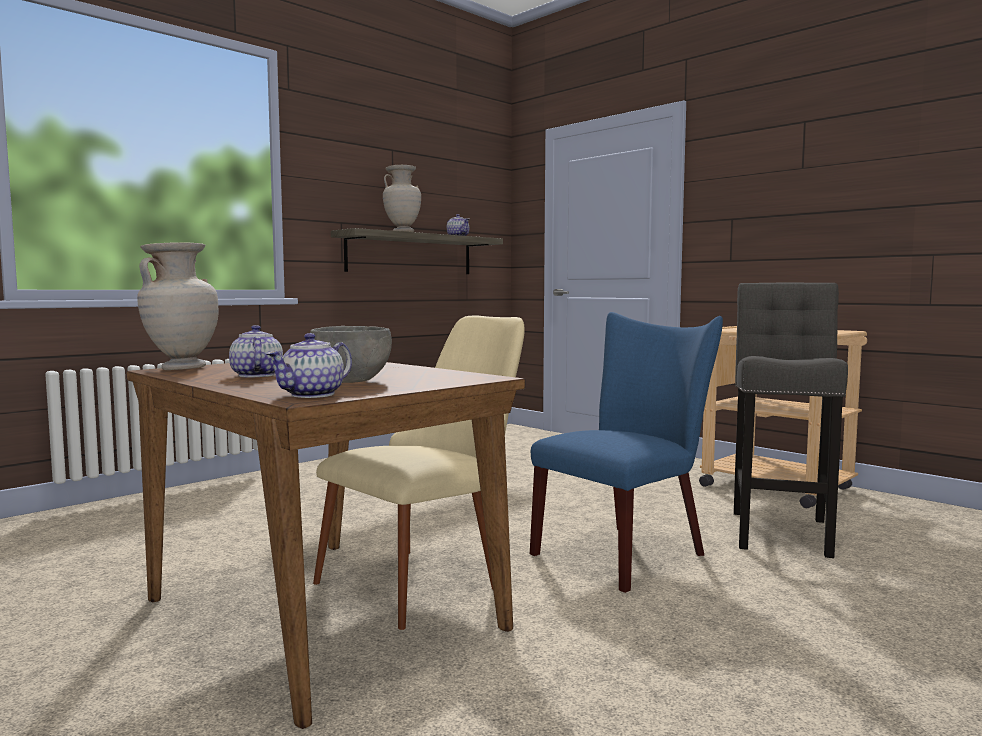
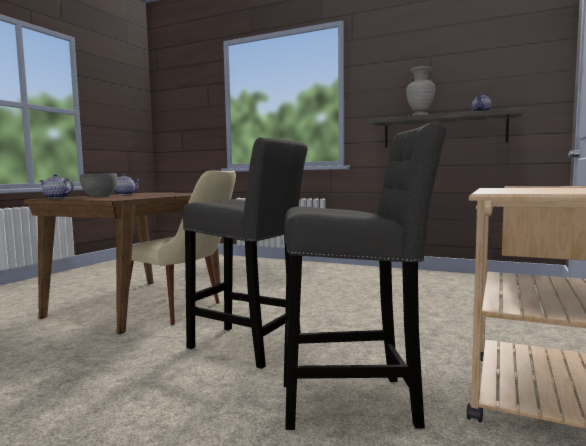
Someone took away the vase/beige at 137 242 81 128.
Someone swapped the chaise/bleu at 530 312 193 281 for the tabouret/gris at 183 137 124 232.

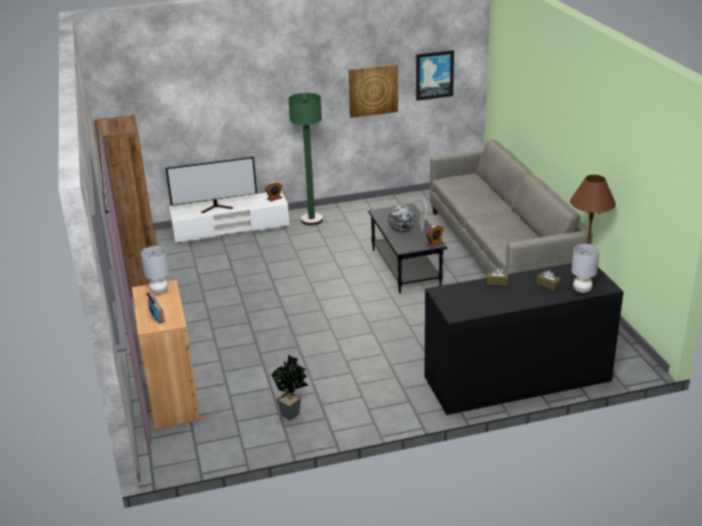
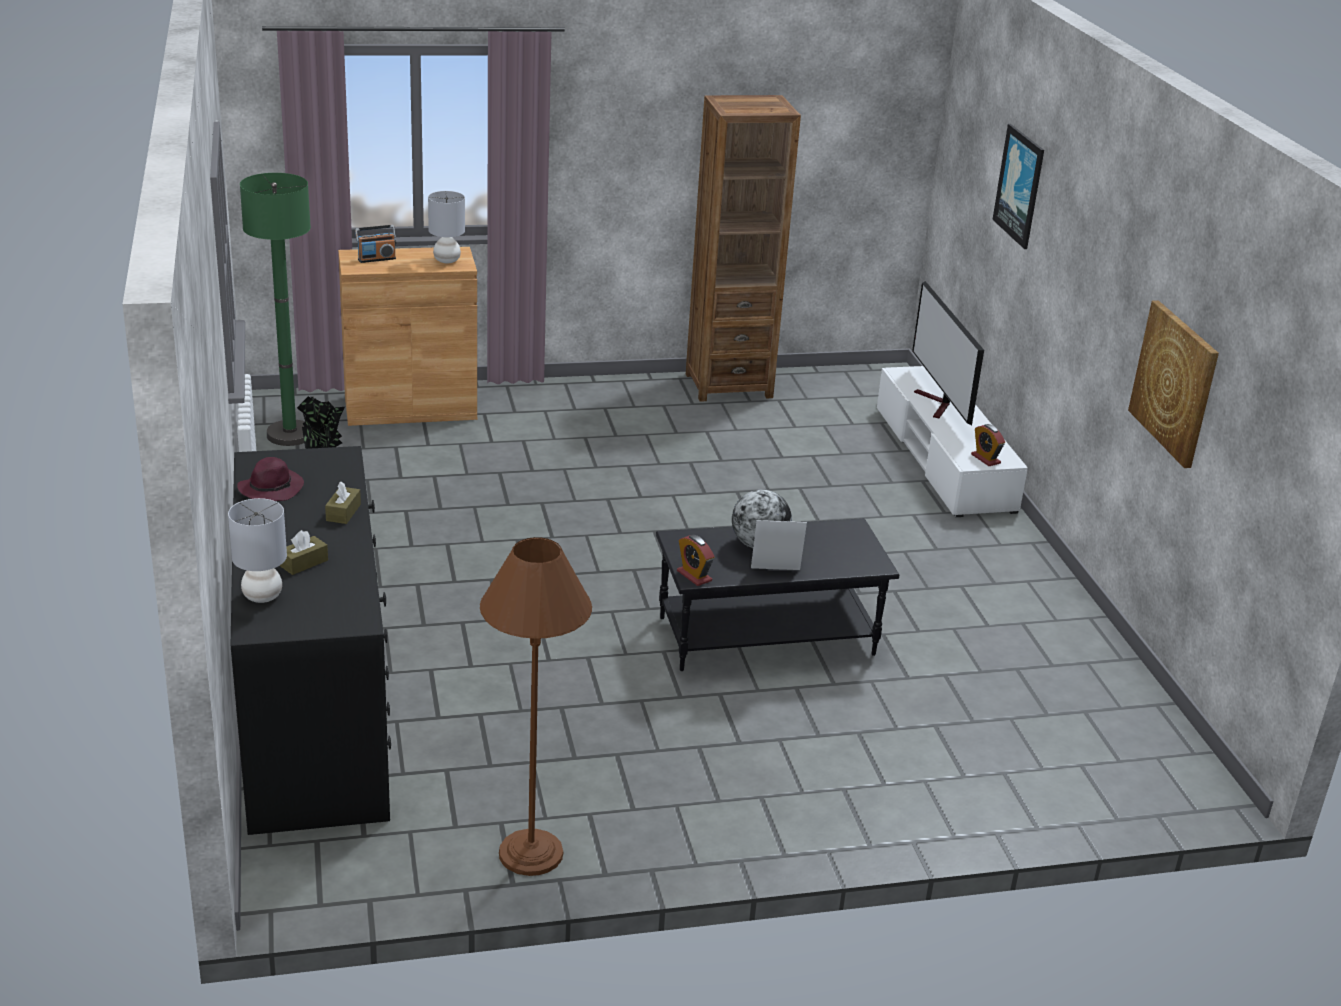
Someone carried the lampadaire/vert from 289 93 34 132 to 240 173 71 273.
Someone carried the tableau from 416 50 38 51 to 992 124 52 125.
Someone took away the canapé/gris at 430 139 163 135.
Someone put down the chapeau/violet at 237 457 67 44.

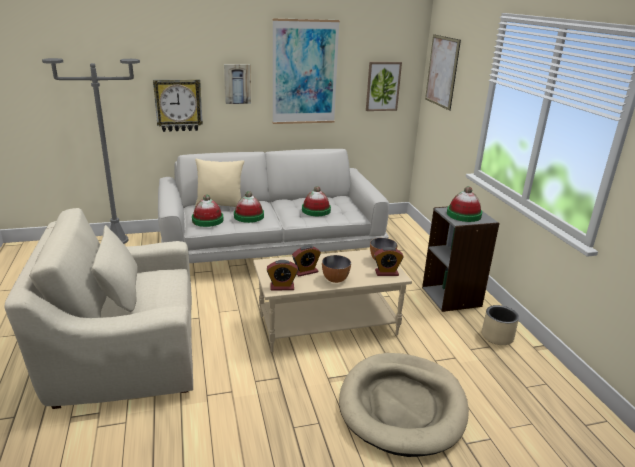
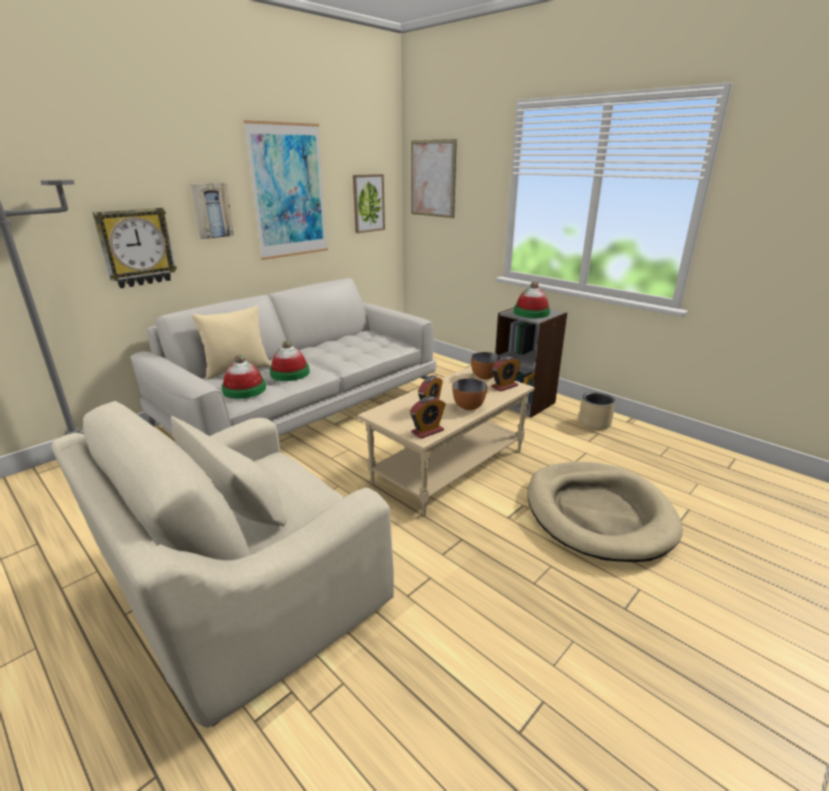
Someone took away the chapeau at 302 186 29 30.

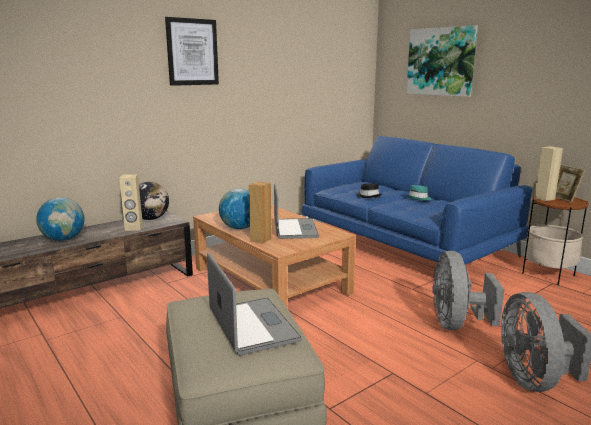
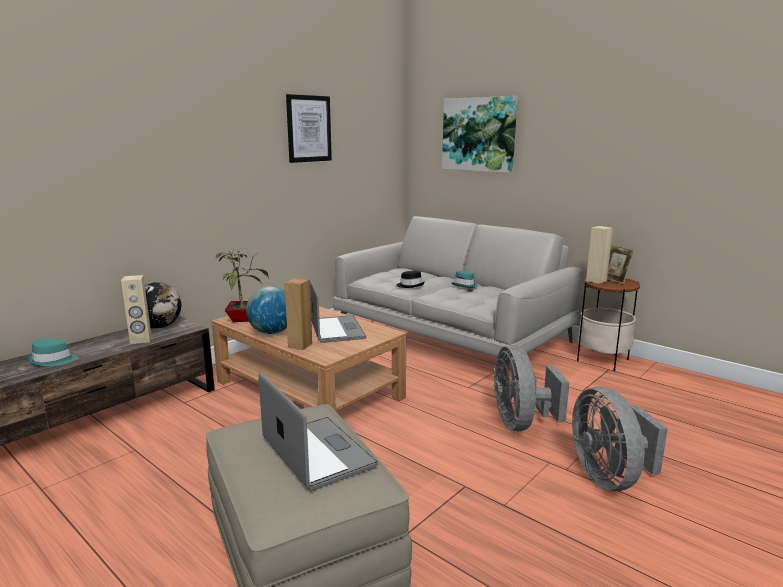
Someone swapped the globe at 36 197 49 44 for the chapeau/turquoise at 27 338 50 29.
Someone carried the tableau from 165 17 54 69 to 286 94 46 69.
Someone repainted the canapé/bleu at 302 136 231 149, which became the canapé/gris at 333 216 249 147.
Someone put down the plante en pot at 215 249 54 73.

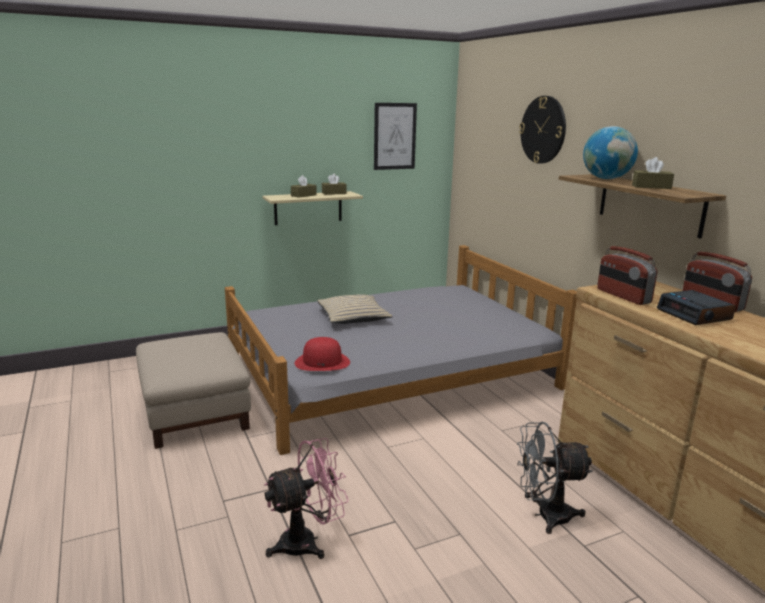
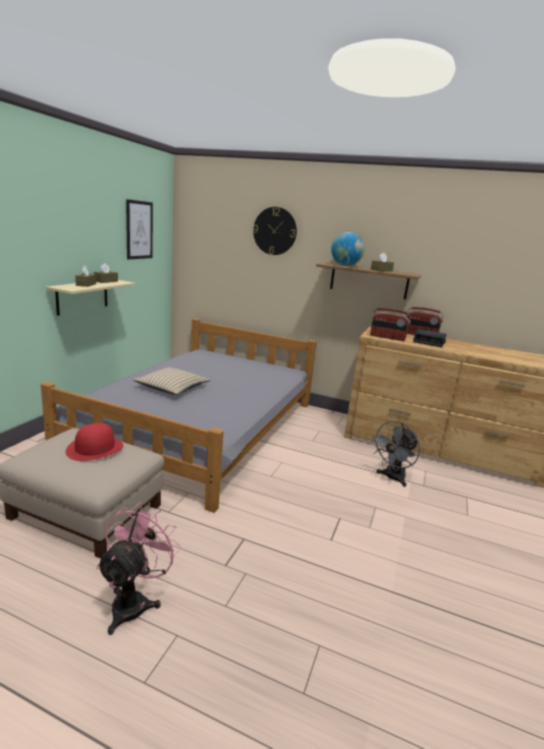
Someone carried the ventilateur/rose from 264 438 85 121 to 96 502 85 133.
Someone carried the chapeau/rouge from 295 337 55 34 to 66 423 57 38.

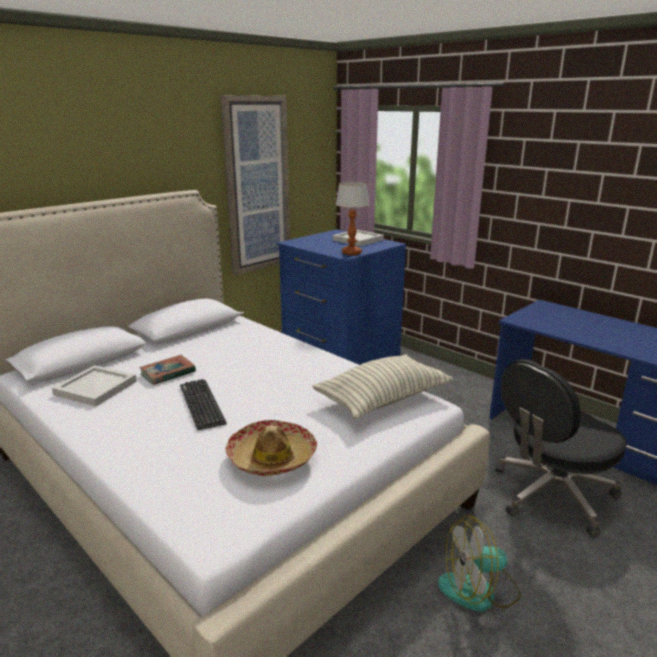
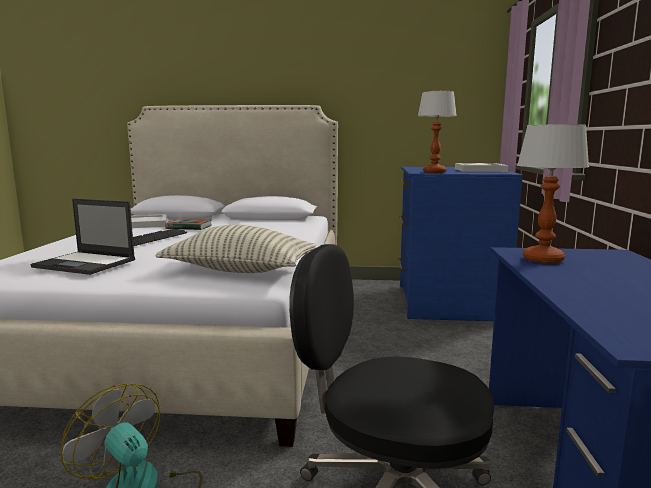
Someone took away the tableau at 220 95 70 180.
Someone swapped the chapeau at 226 420 91 56 for the ordinateur portable at 31 199 104 76.
Someone put down the lampe de table at 517 124 72 139.

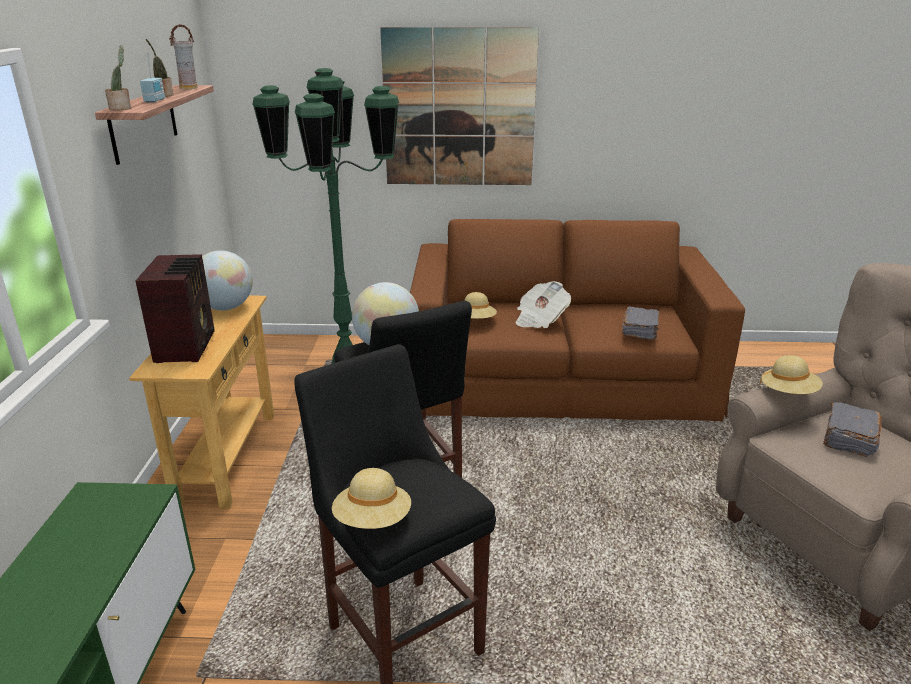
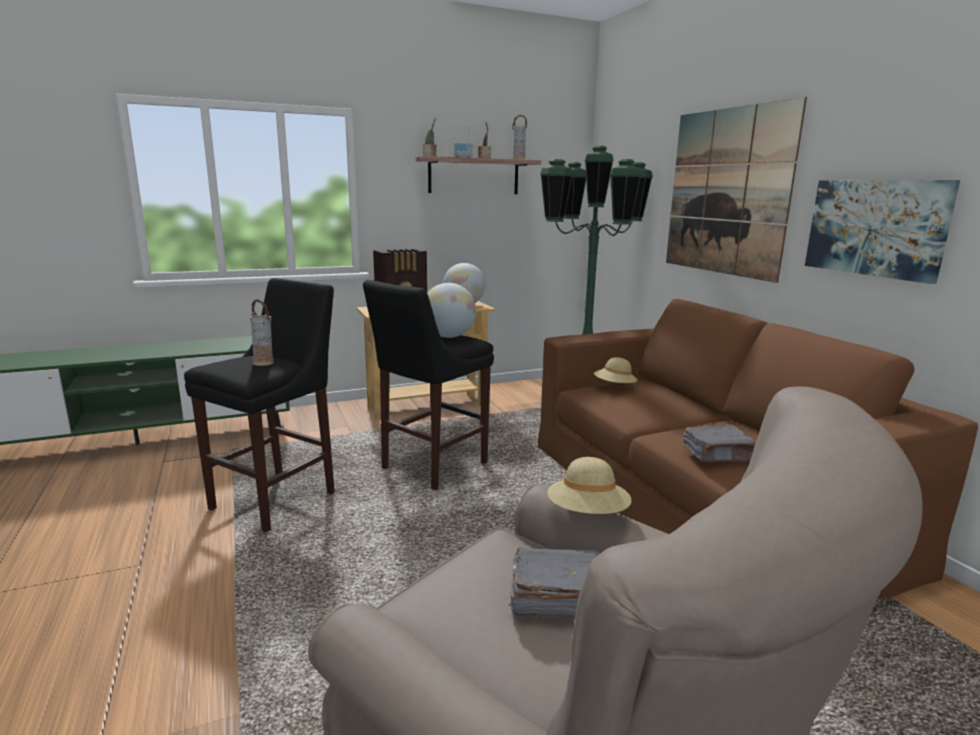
Someone took away the chapeau/beige at 332 468 79 61.
Someone took away the journal at 516 281 55 47.
Someone put down the vase at 250 299 24 67.
Someone put up the tableau at 805 180 155 104.

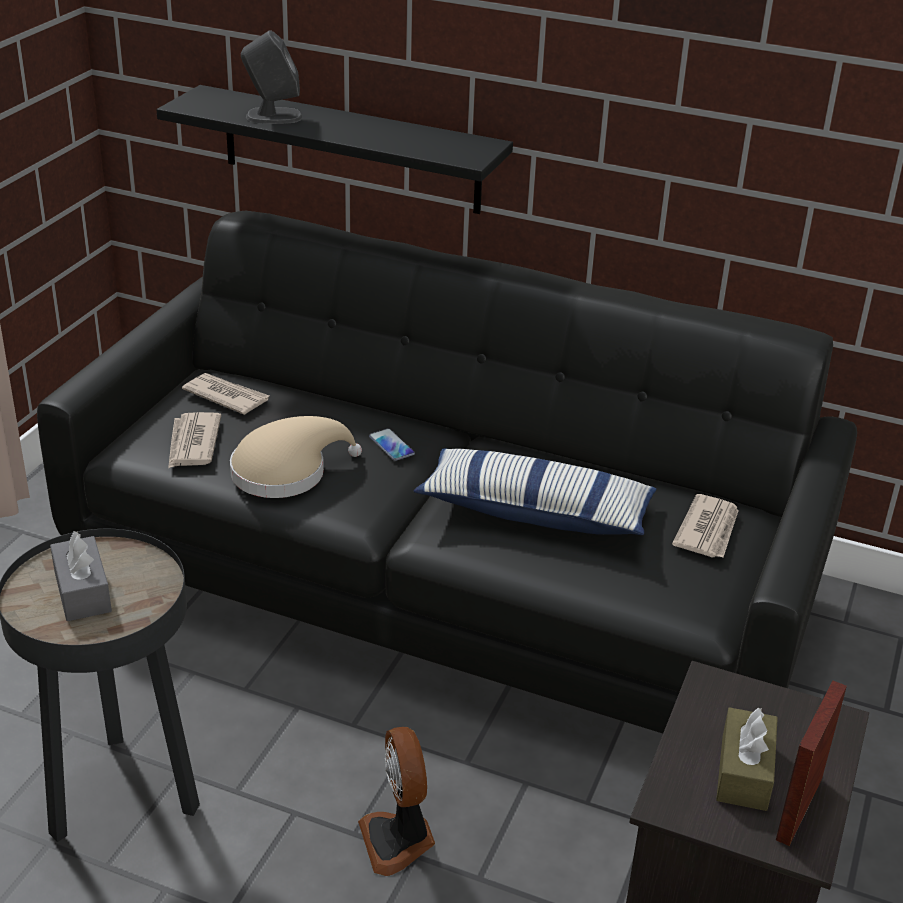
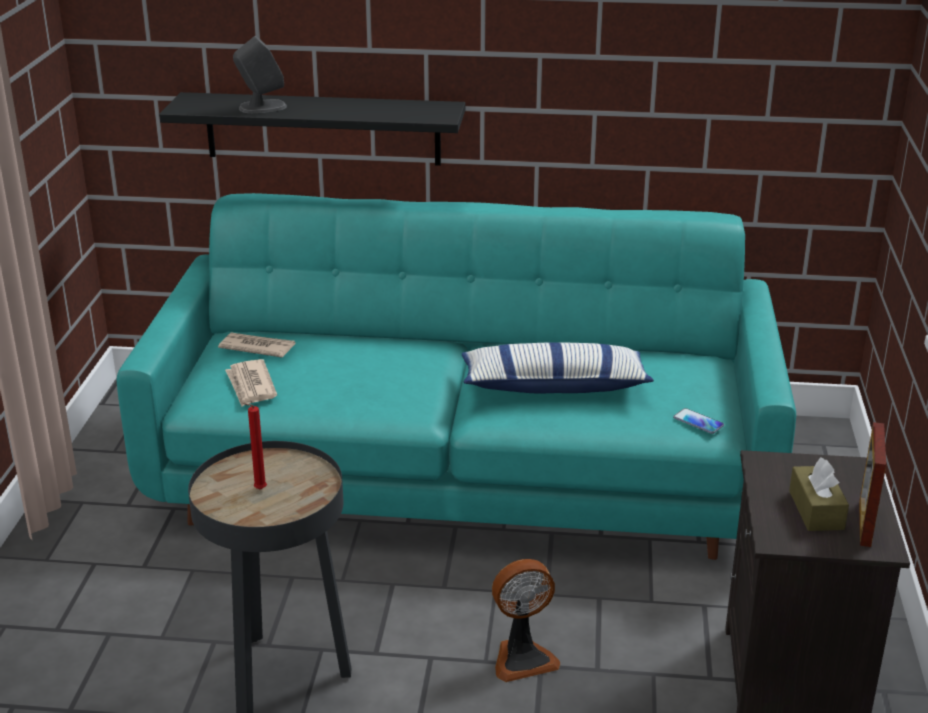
Someone repainted the canapé/noir at 37 211 820 523, which became the canapé/turquoise at 117 193 679 367.
Someone swapped the boîte à mouchoirs/gris at 50 531 62 90 for the bougie/rouge at 243 403 24 87.
Someone took away the chapeau/beige at 230 416 132 82.
Someone rotated the ventilateur at 358 727 77 149 by 75 degrees counterclockwise.
Someone carried the téléphone from 369 428 46 33 to 673 408 51 26.
Someone took away the journal at 672 494 67 64.

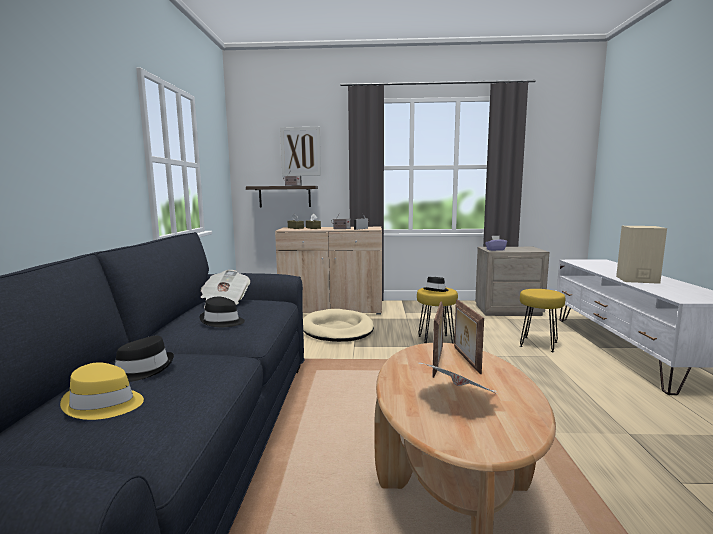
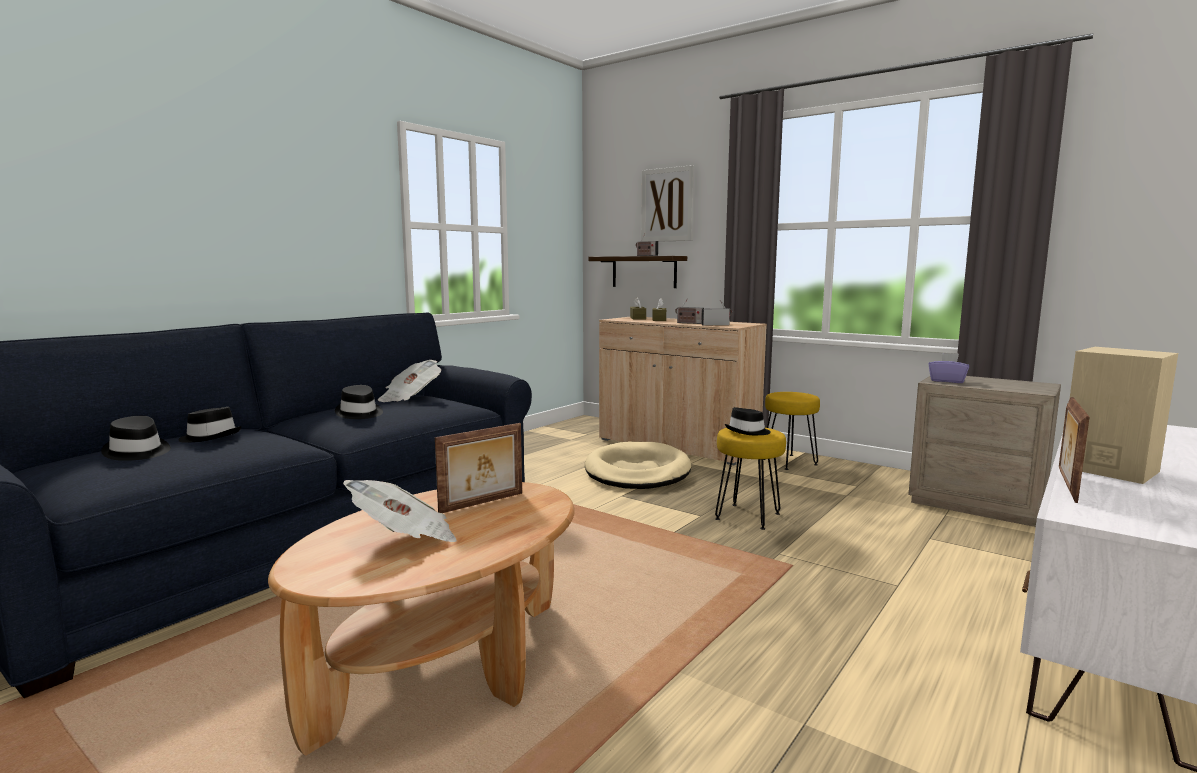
Someone repainted the chapeau/jaune at 60 362 84 58, which became the chapeau/noir at 101 416 70 45.
Someone carried the cadre photo from 454 299 30 75 to 1059 397 30 106.
Someone carried the tabouret/jaune from 520 289 45 63 to 763 392 57 78.

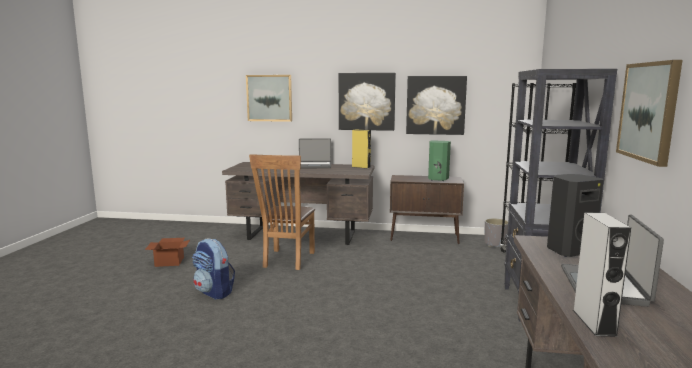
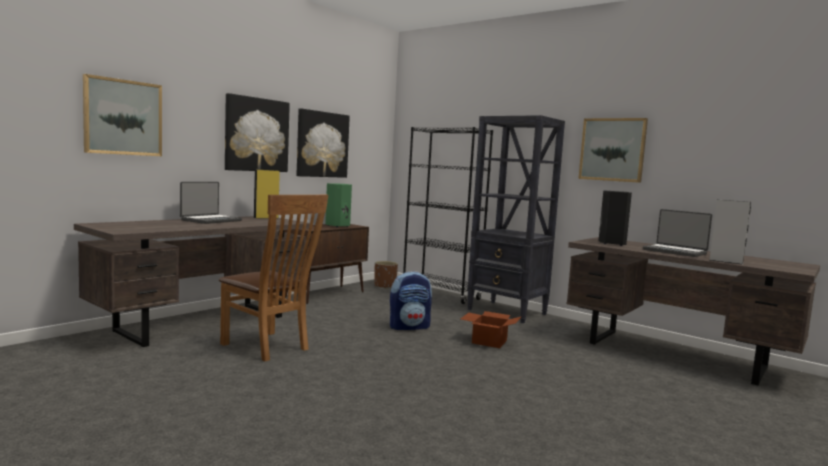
Someone carried the carton from 145 238 45 29 to 461 311 60 37.
Someone carried the sac à dos from 192 238 43 61 to 390 271 42 59.
Someone repainted the cache-pot/gris at 484 218 24 29, which became the cache-pot/marron at 375 261 23 28.

